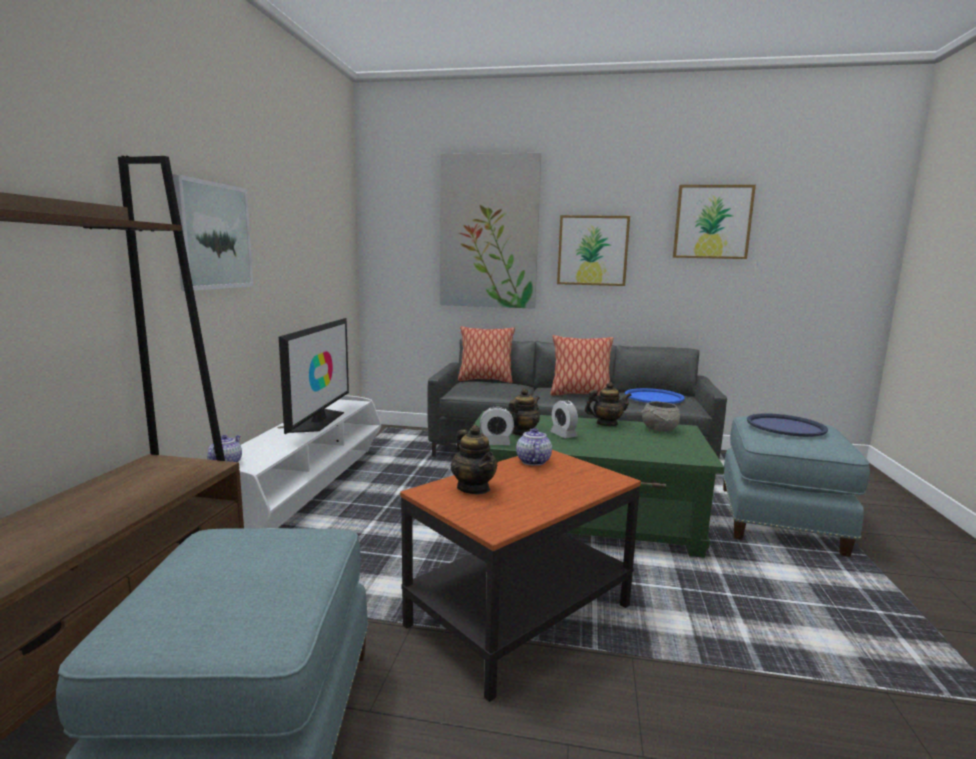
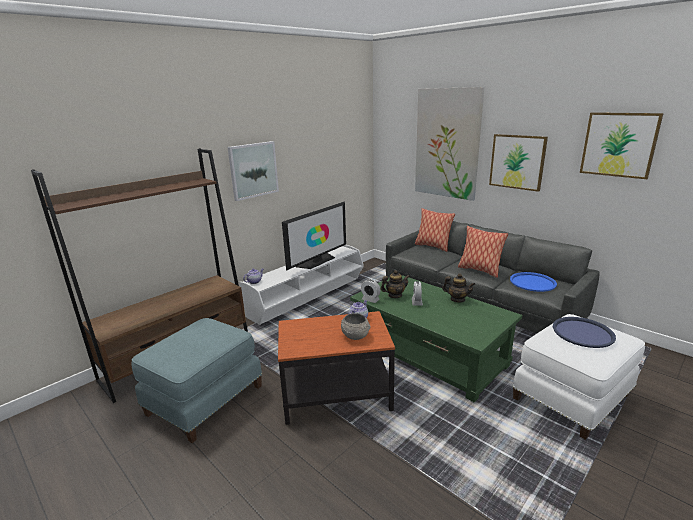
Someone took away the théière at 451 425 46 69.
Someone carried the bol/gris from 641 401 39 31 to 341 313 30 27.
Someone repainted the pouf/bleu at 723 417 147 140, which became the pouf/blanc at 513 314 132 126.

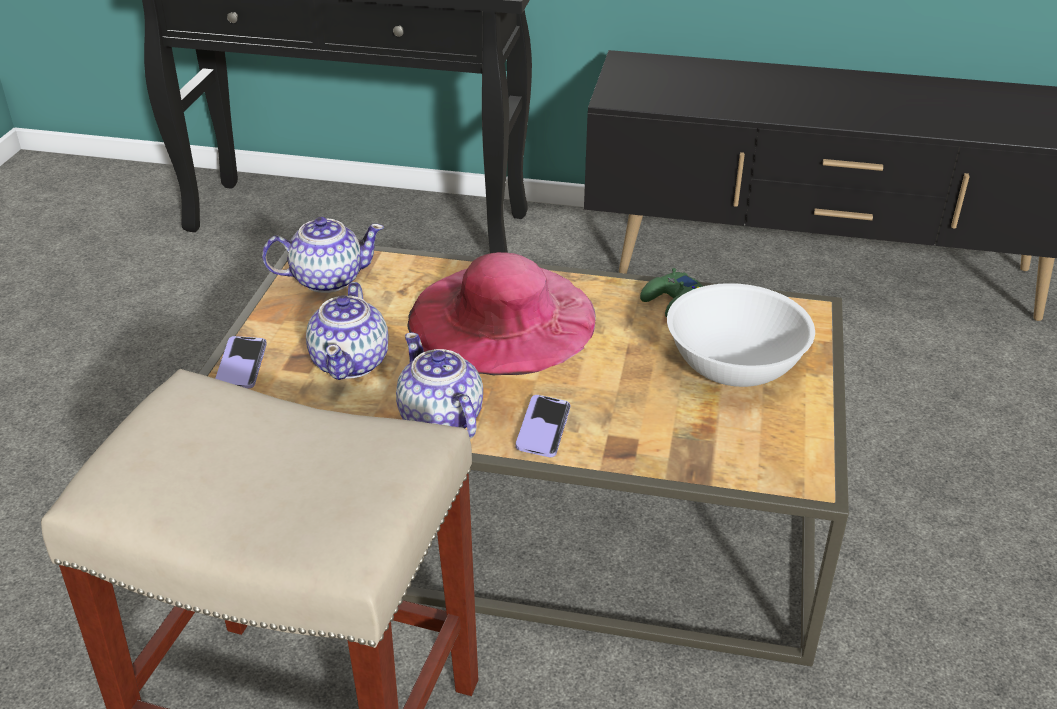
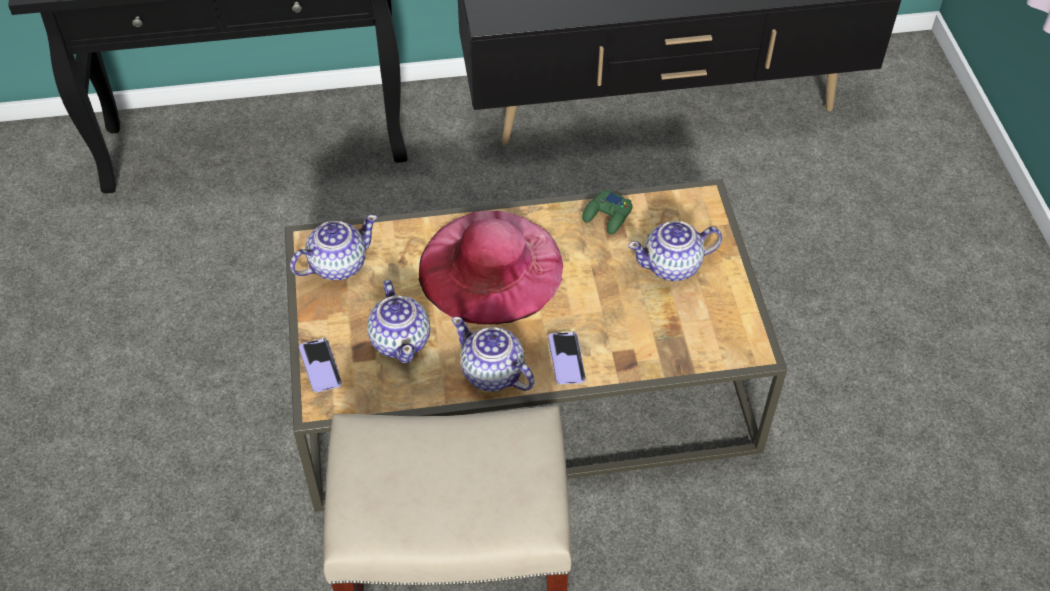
Someone swapped the bol/blanc at 667 283 148 104 for the théière at 628 221 94 60.

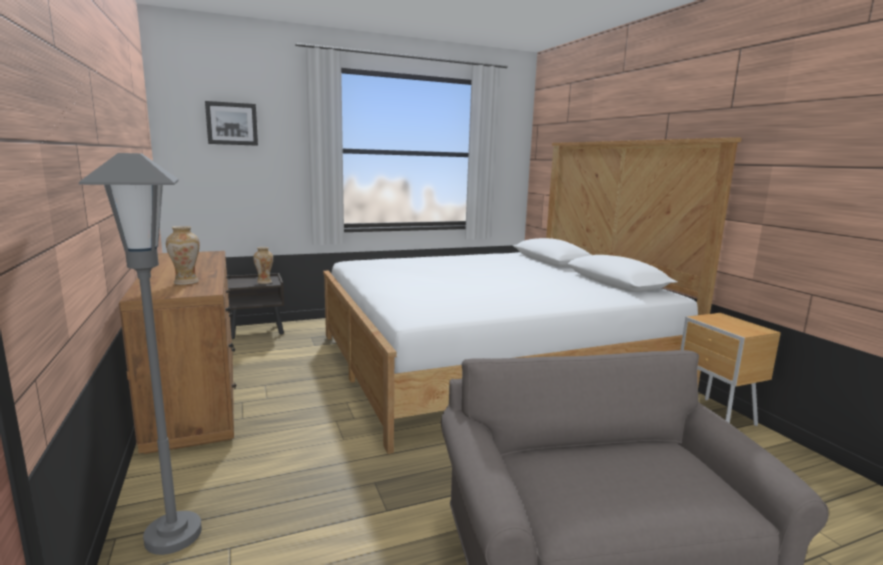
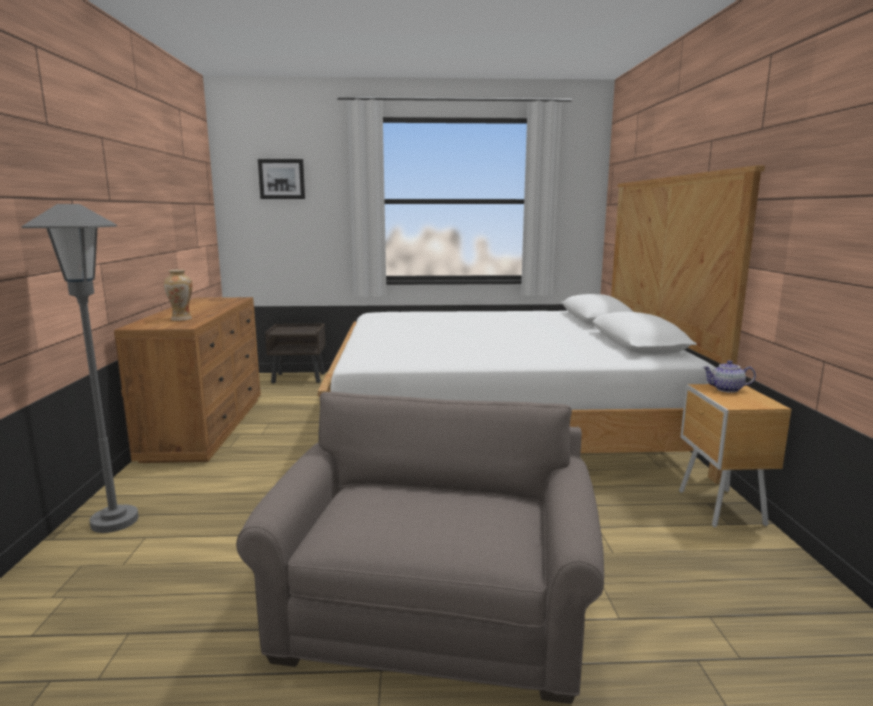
Someone took away the vase at 253 247 20 37.
Someone put down the théière at 702 360 54 33.

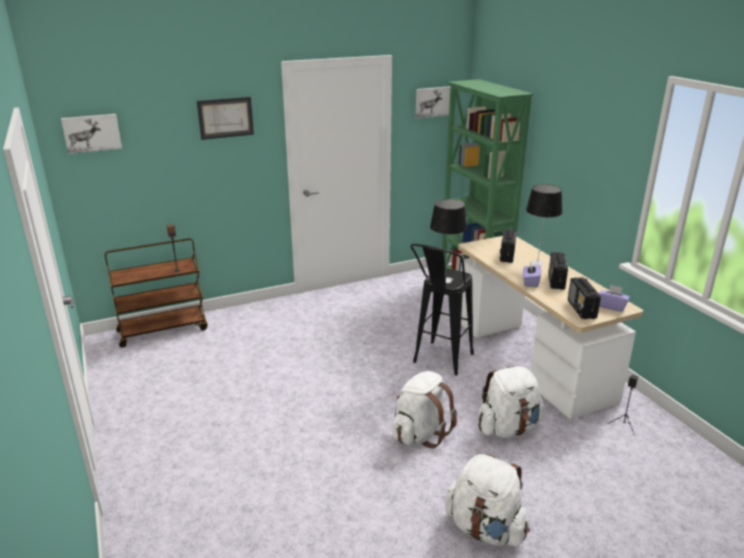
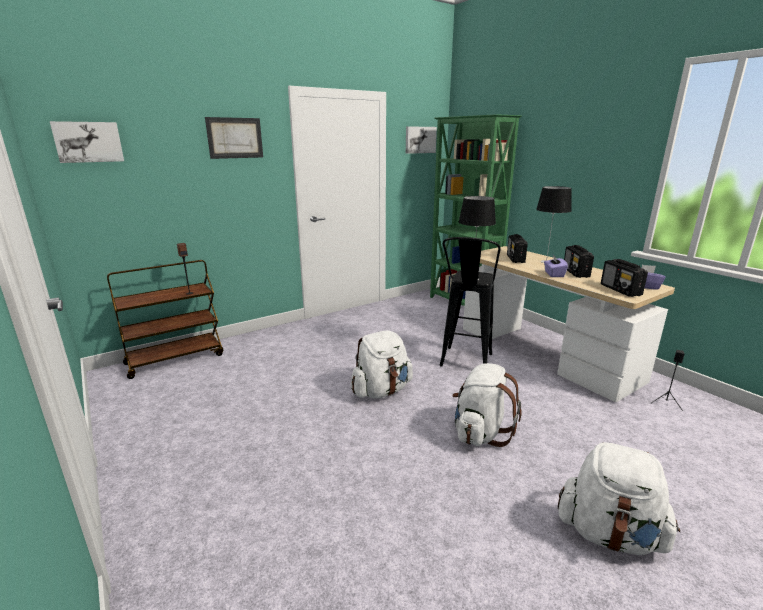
Someone carried the sac à dos/blanc from 476 366 69 72 to 350 331 63 68.

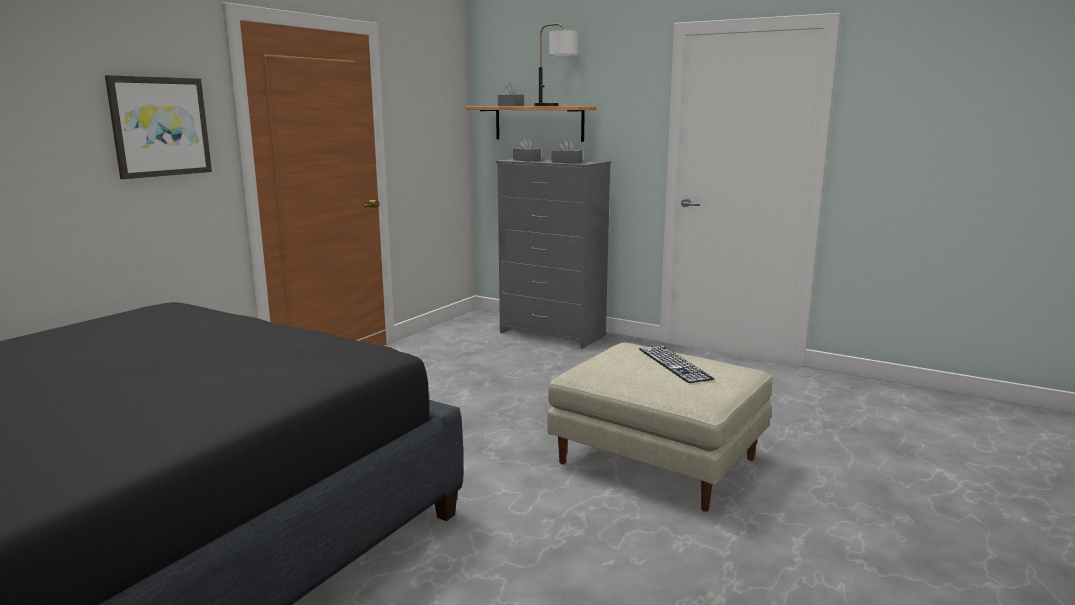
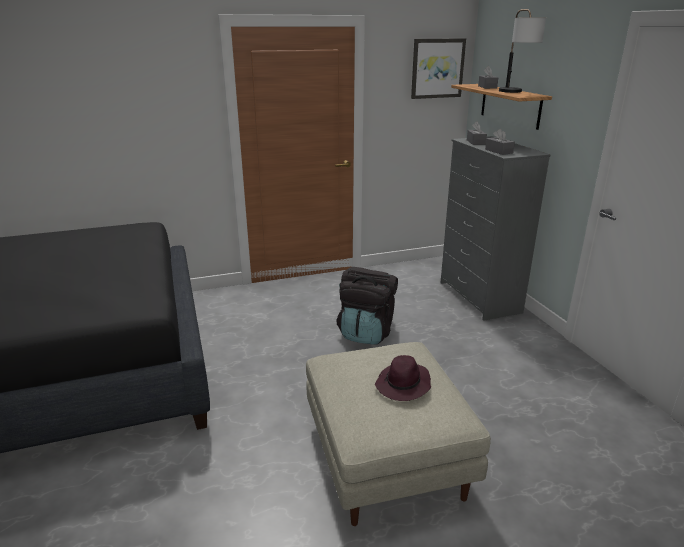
Someone carried the tableau from 105 75 107 104 to 411 38 55 61.
Someone swapped the clavier at 639 346 75 37 for the chapeau/violet at 375 355 56 46.
Someone put down the sac à dos/noir at 337 267 61 77.

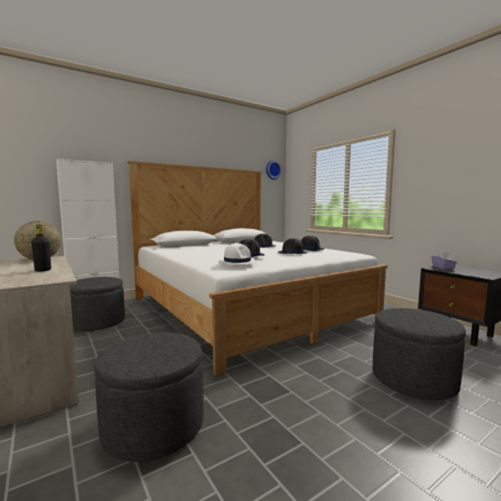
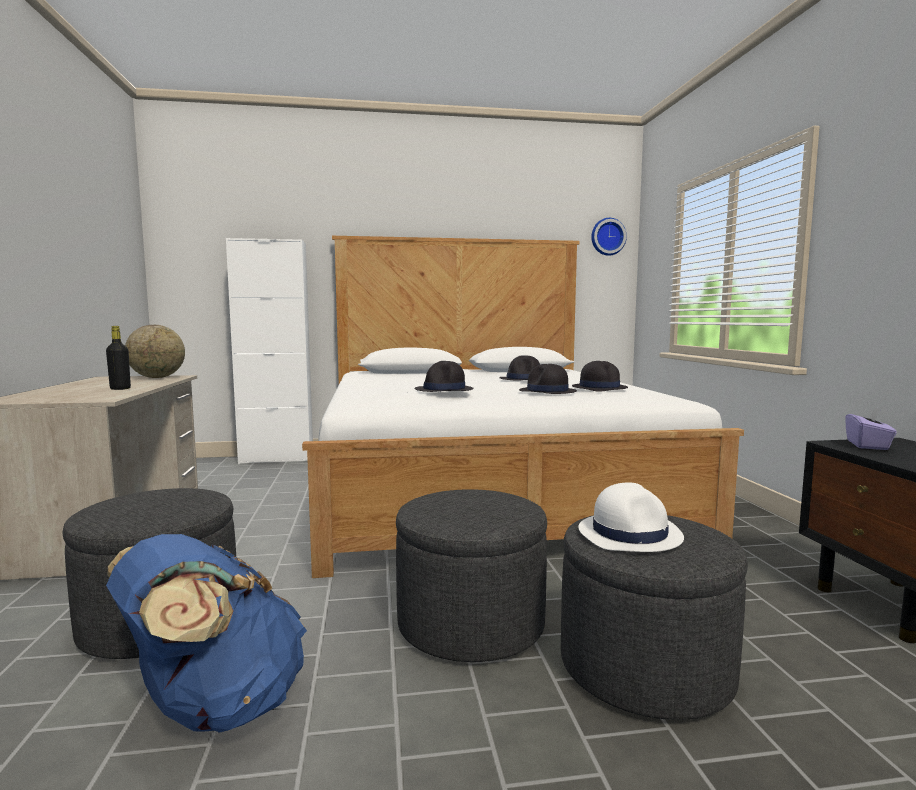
Someone carried the pouf/gris from 70 277 55 55 to 396 489 151 173.
Someone carried the chapeau/blanc from 219 243 37 22 to 578 483 106 69.
Someone put down the sac à dos/bleu at 106 534 201 199.

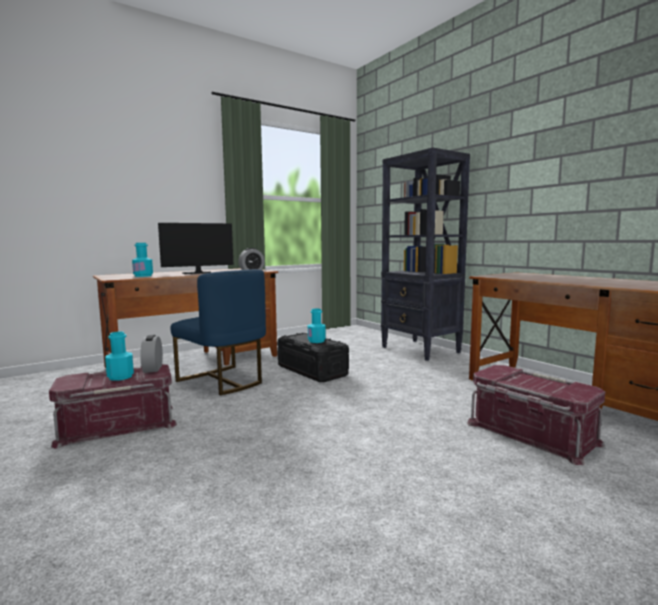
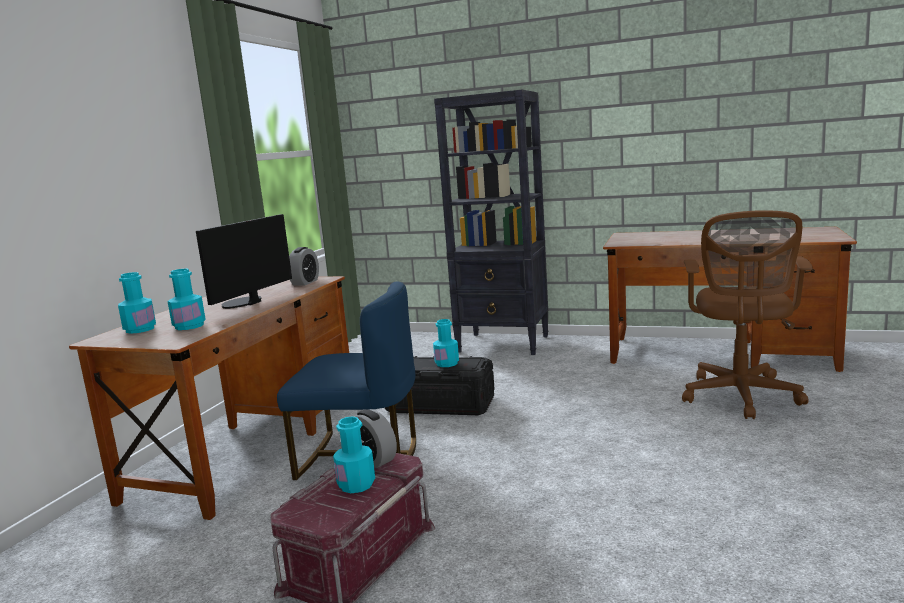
Someone swapped the boîte de rangement/rouge at 467 365 138 100 for the chaise de bureau/marron at 682 210 131 209.
Someone put down the bouteille/turquoise at 118 272 38 62.

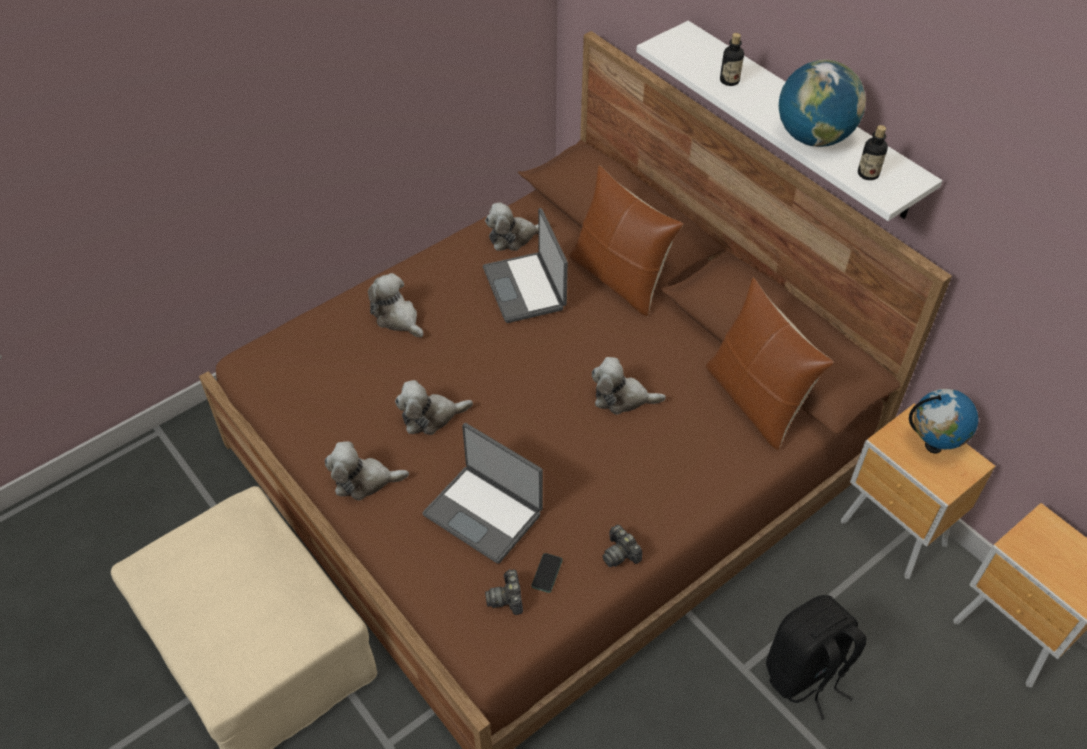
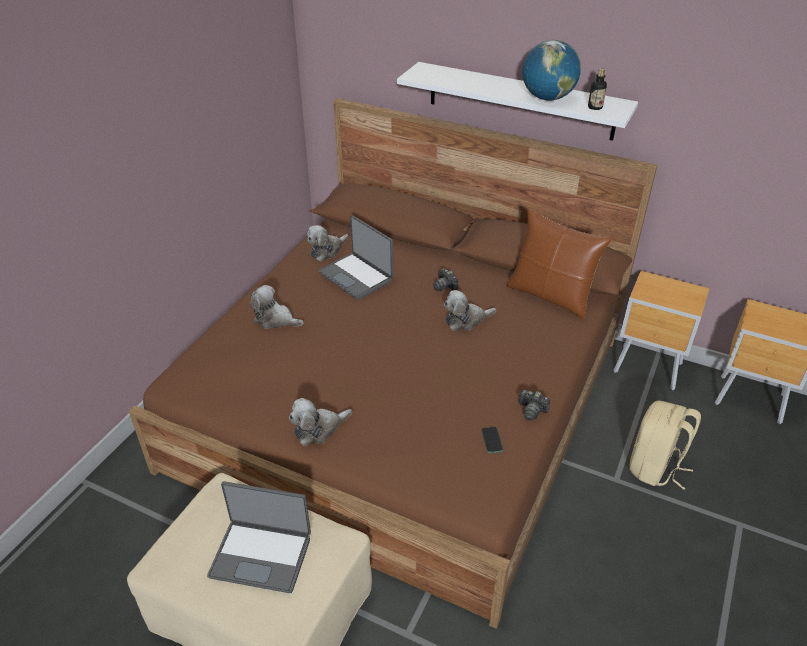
Someone took away the peluche at 395 380 78 55.
Someone carried the ordinateur portable from 422 423 121 141 to 207 481 104 112.
Someone carried the appareil photo from 485 569 38 46 to 433 268 25 23.
Someone took away the coussin/marron at 569 165 114 151.
Someone took away the bouteille at 720 33 24 53.
Someone repainted the sac à dos/noir at 766 595 100 125, which became the sac à dos/beige at 629 401 72 89.
Someone took away the globe at 909 389 69 65.

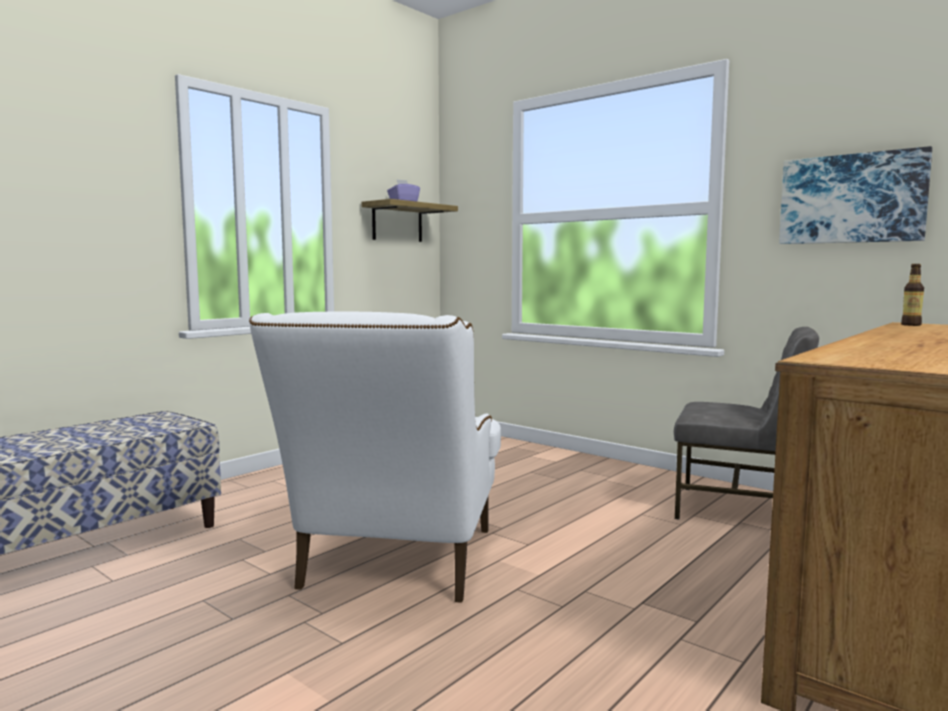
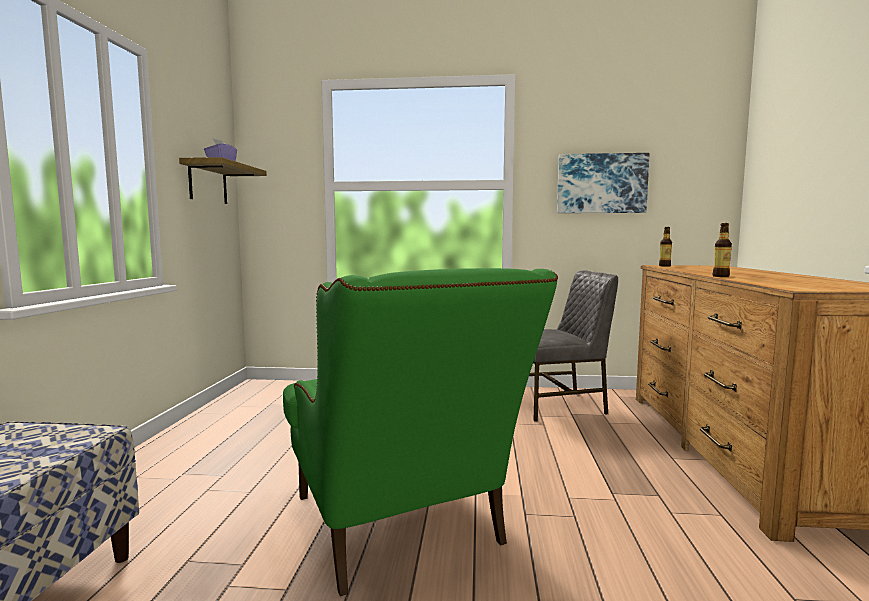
Someone repainted the fauteuil/blanc at 249 312 252 291, which became the fauteuil/vert at 283 268 275 328.
Someone put down the bouteille at 713 223 19 54.

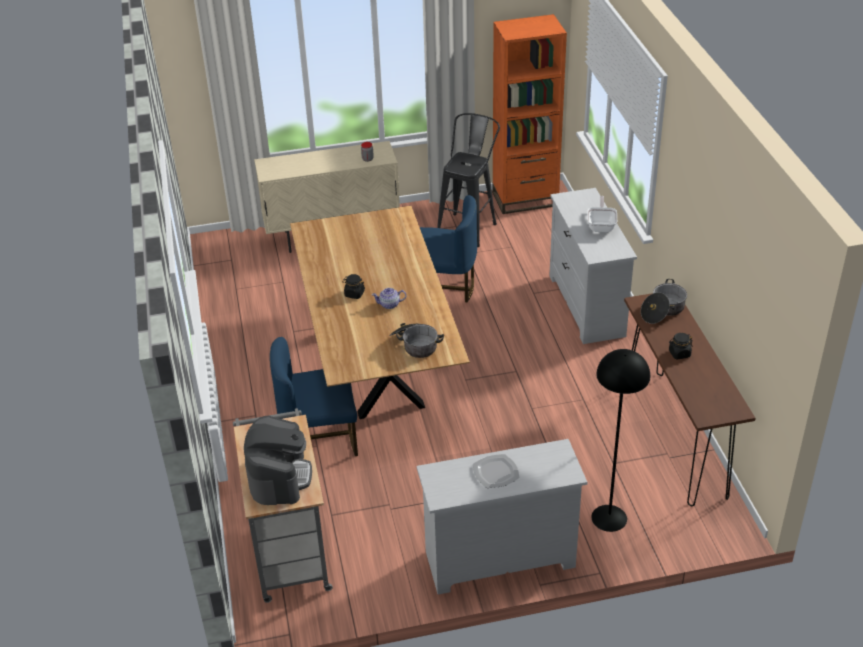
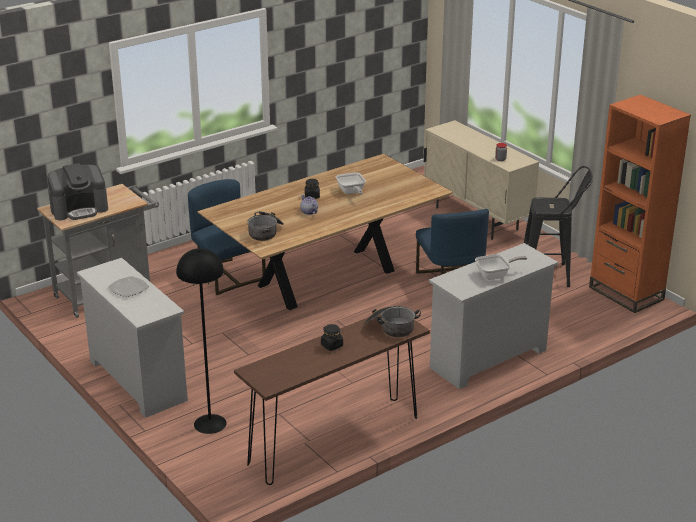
Someone put down the poêle at 336 172 30 23.

